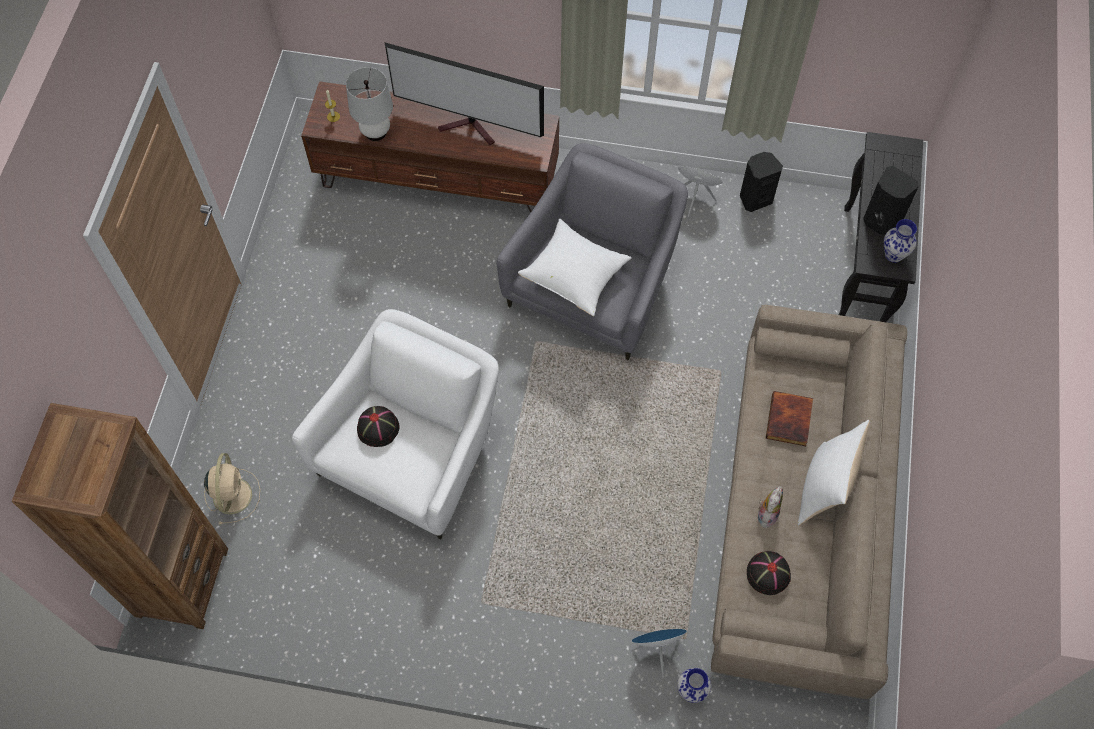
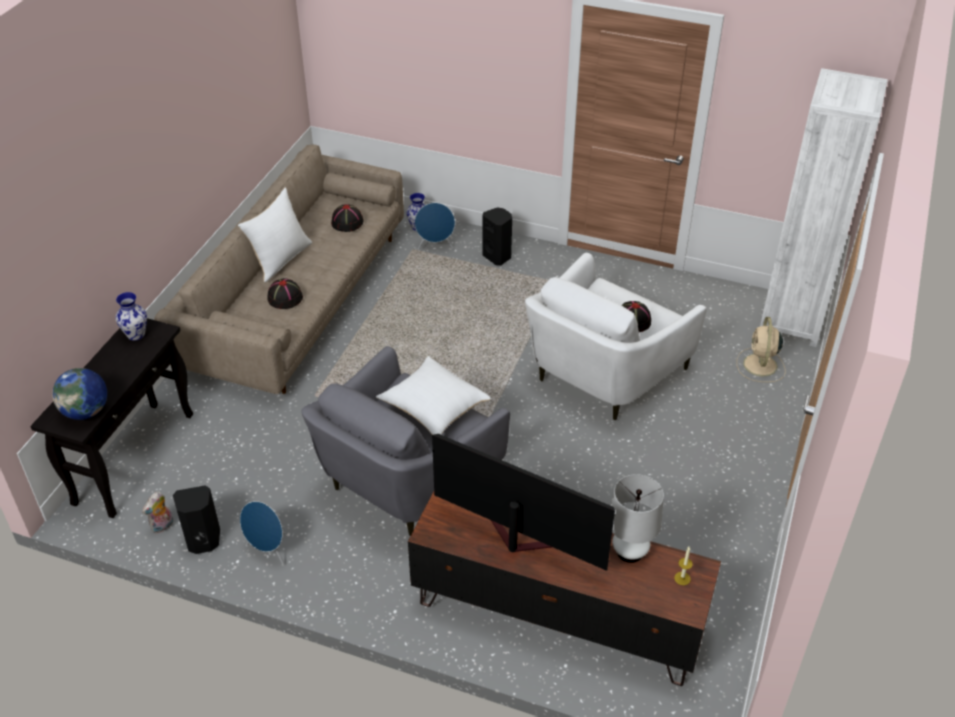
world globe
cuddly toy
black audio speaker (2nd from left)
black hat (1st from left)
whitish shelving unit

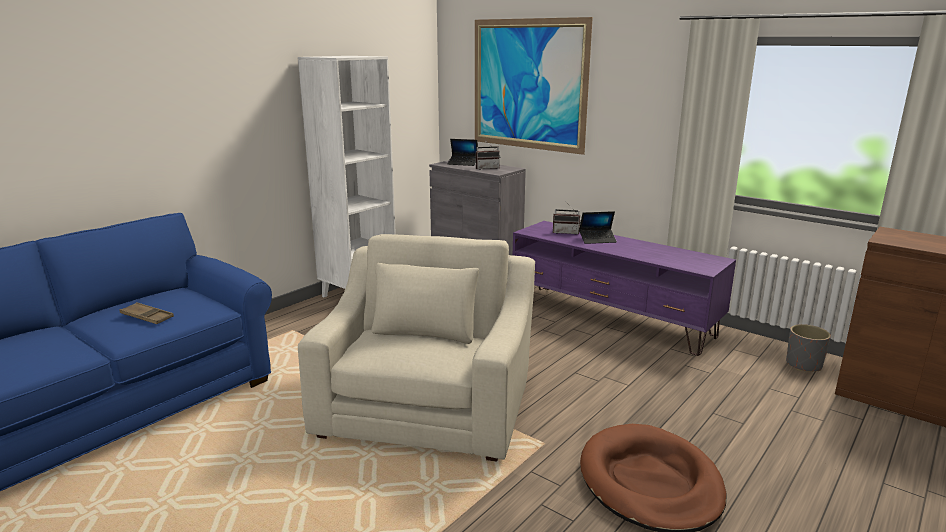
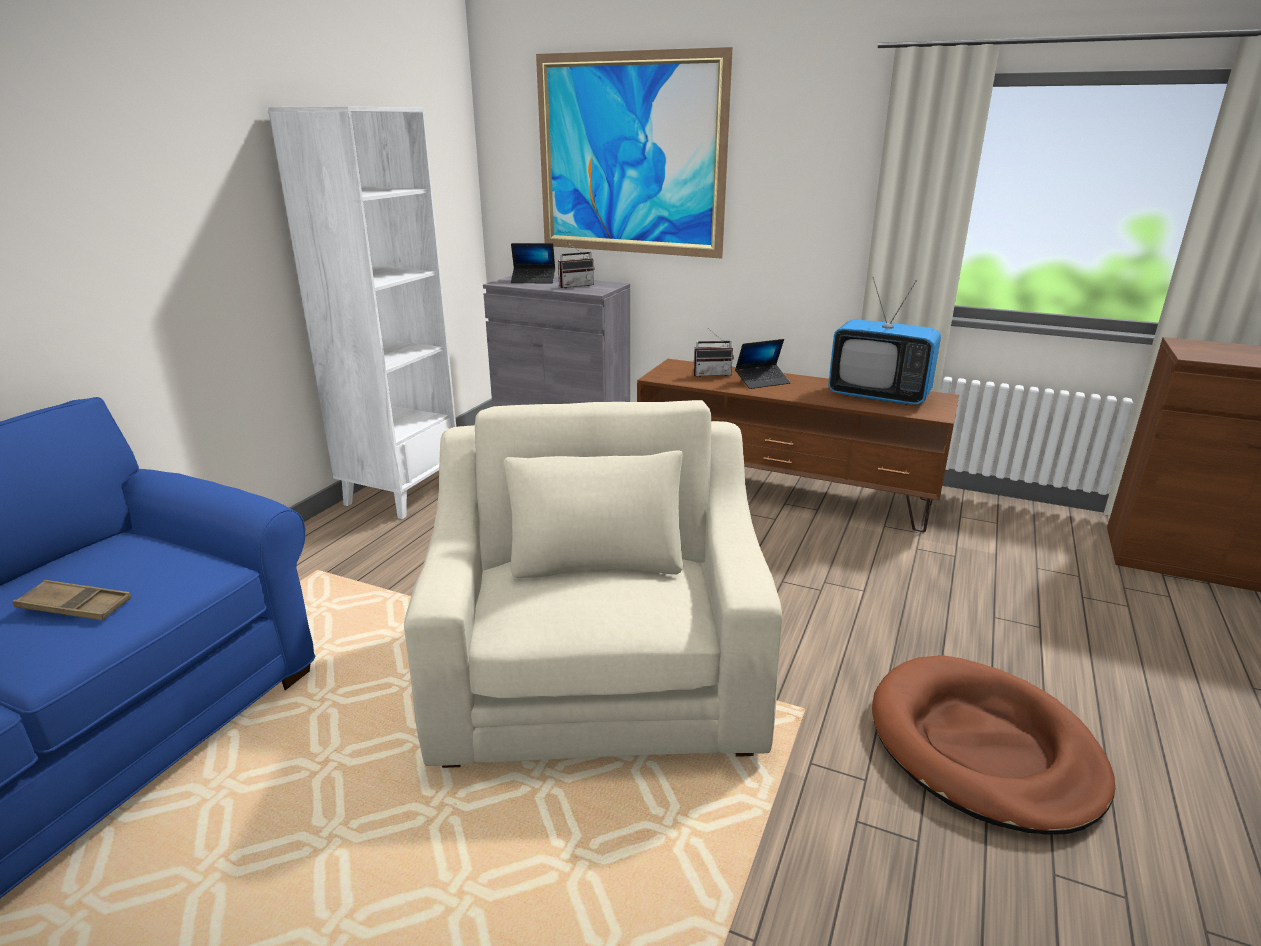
grey plant pot
TV set
brown-coloured media console

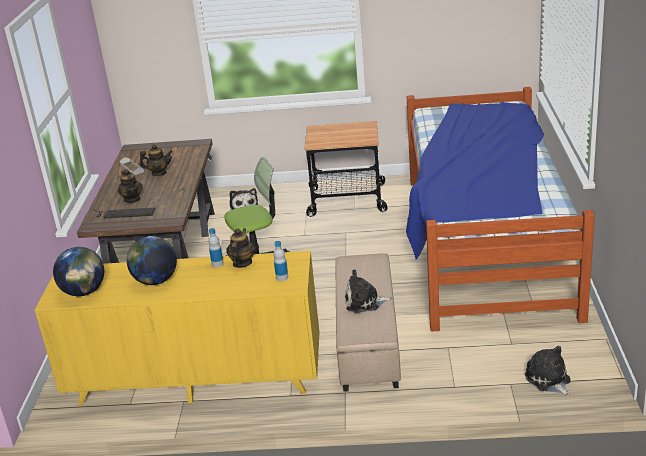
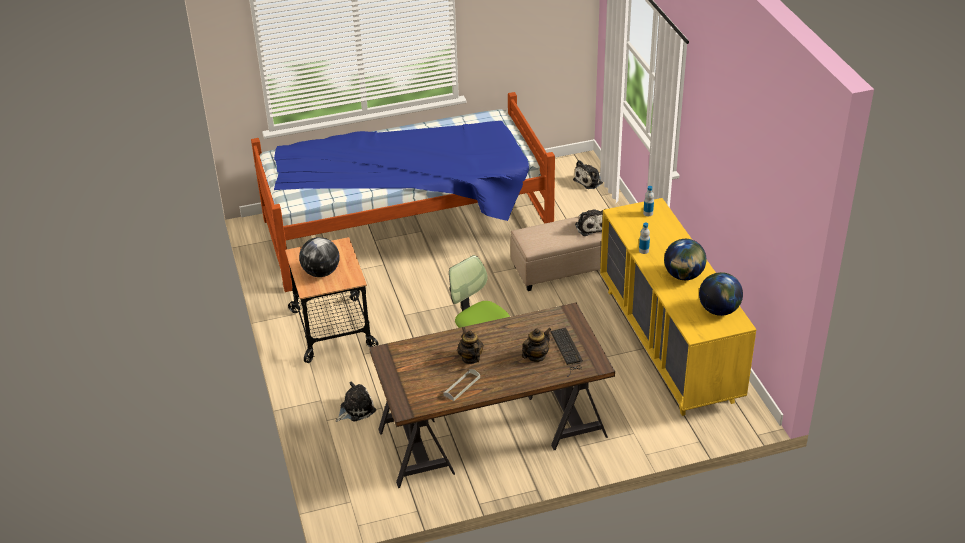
tea pot (3rd from left in the first image)
world globe (1st from left)

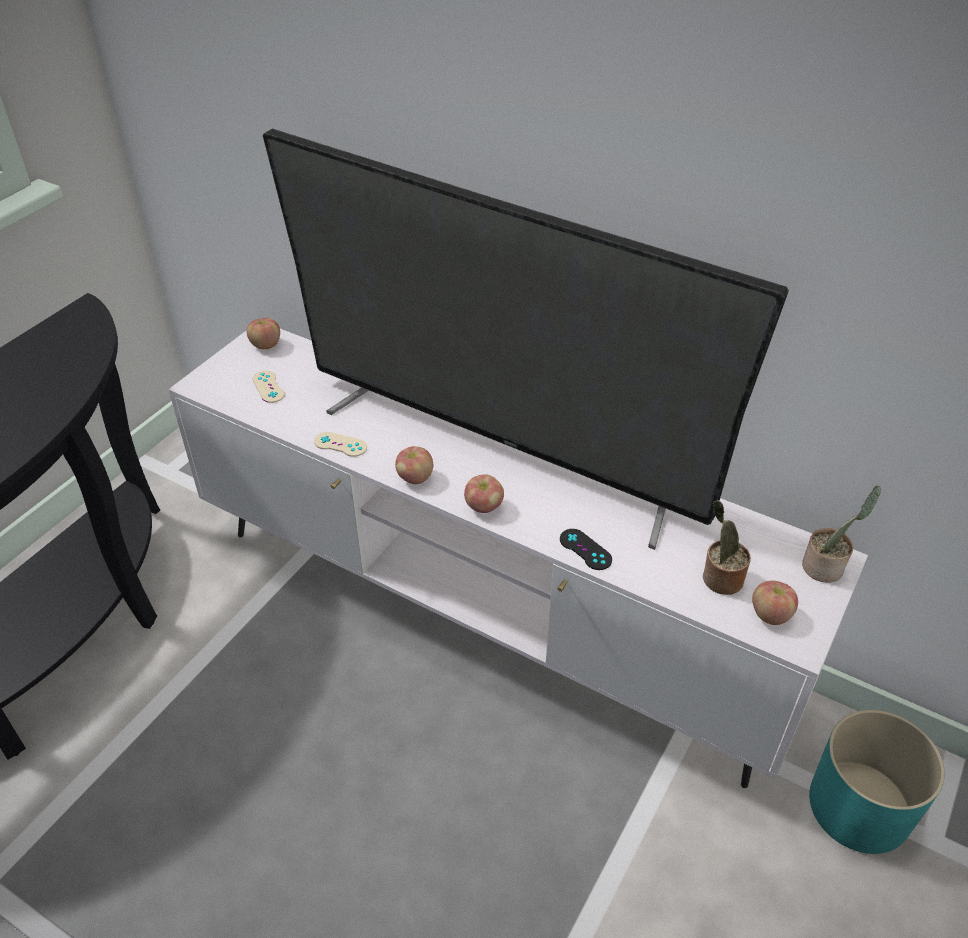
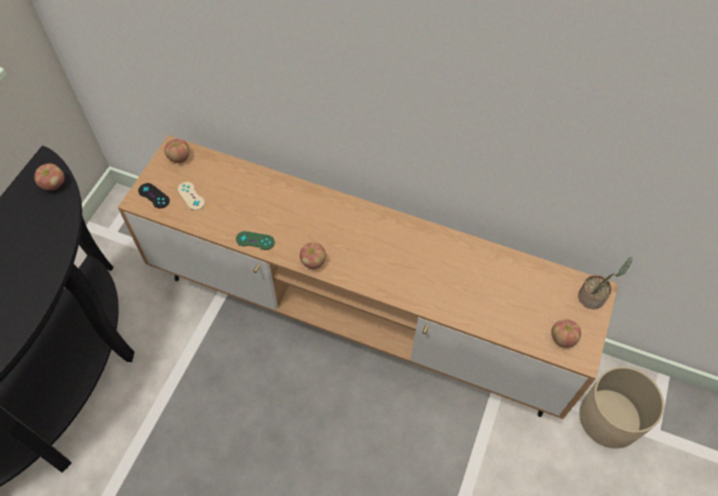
TV set
potted plant (1st from left in the first image)
apple (1st from left)
black joypad
brown-coloured media console
green-coloured joypad
beige-coloured plant pot

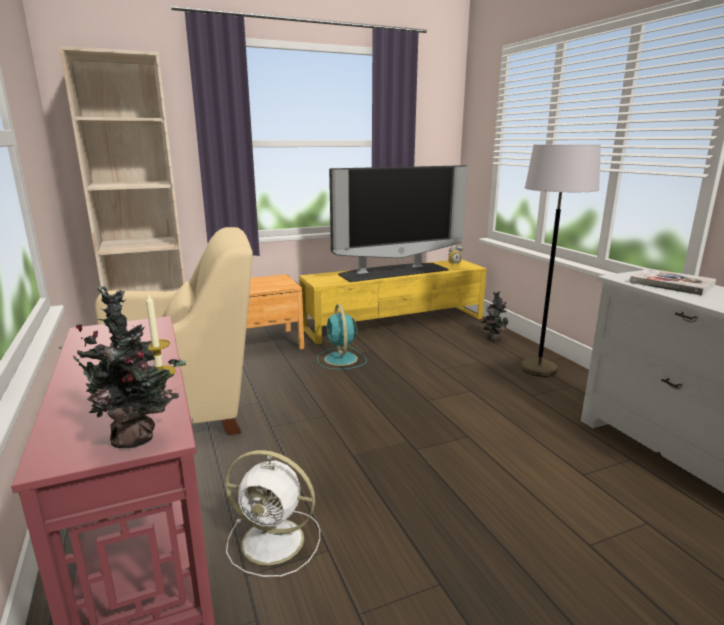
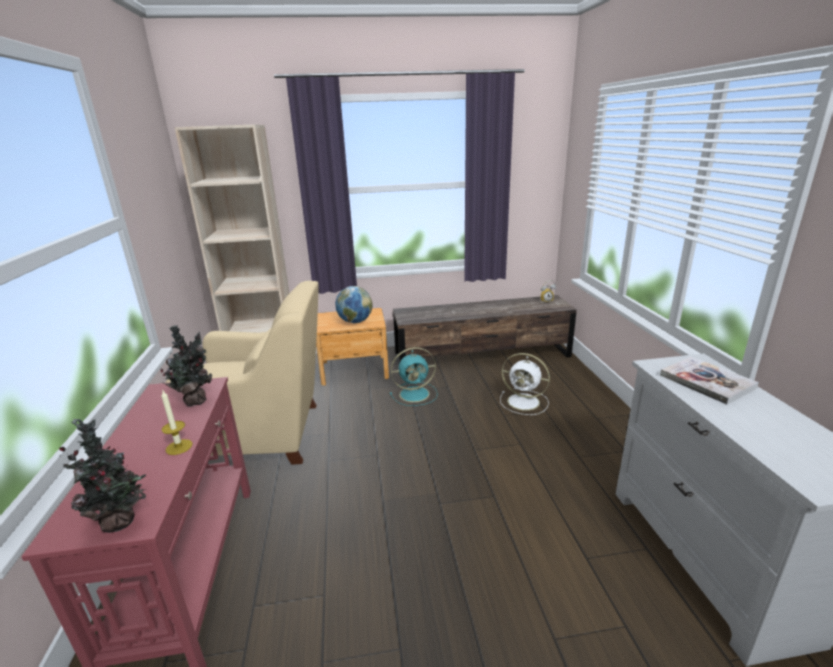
TV set
grey standing lamp
world globe
whitish electric fan
potted plant (2nd from left)
brown-coloured media console
blue-green electric fan

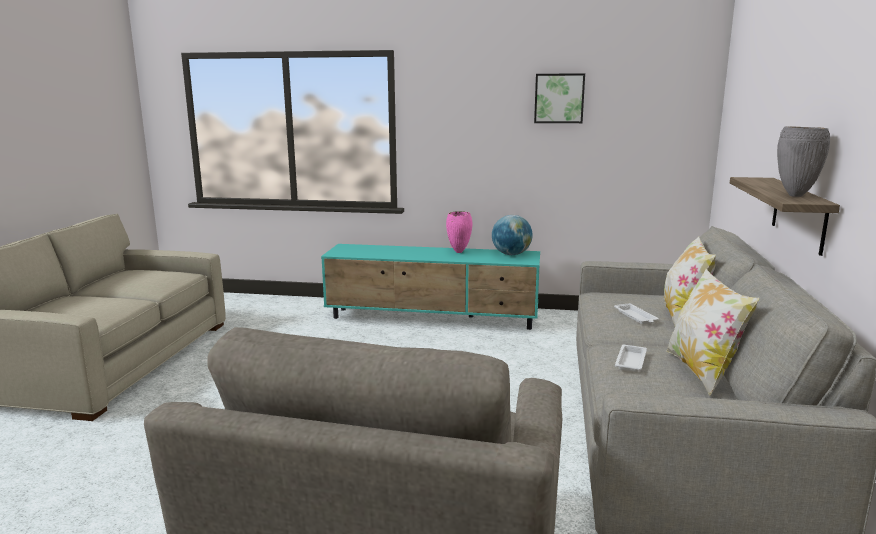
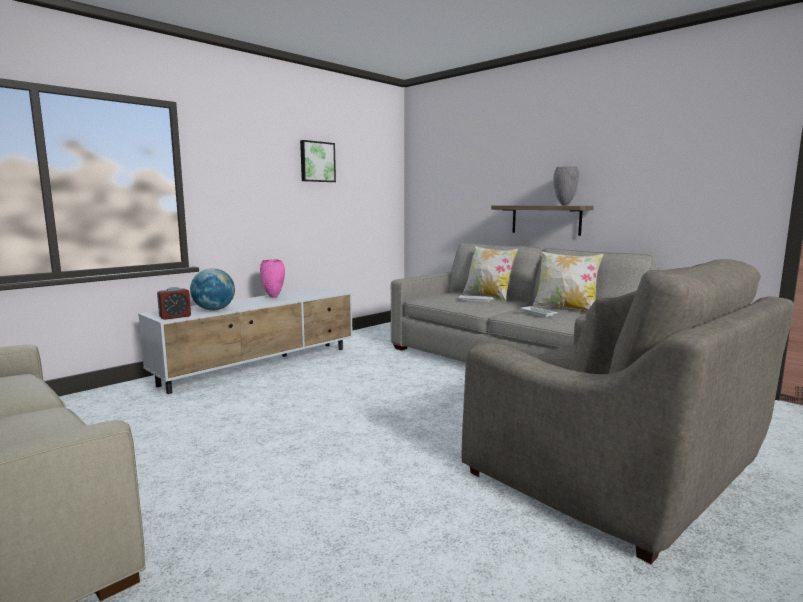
alarm clock
world globe
whitish media console

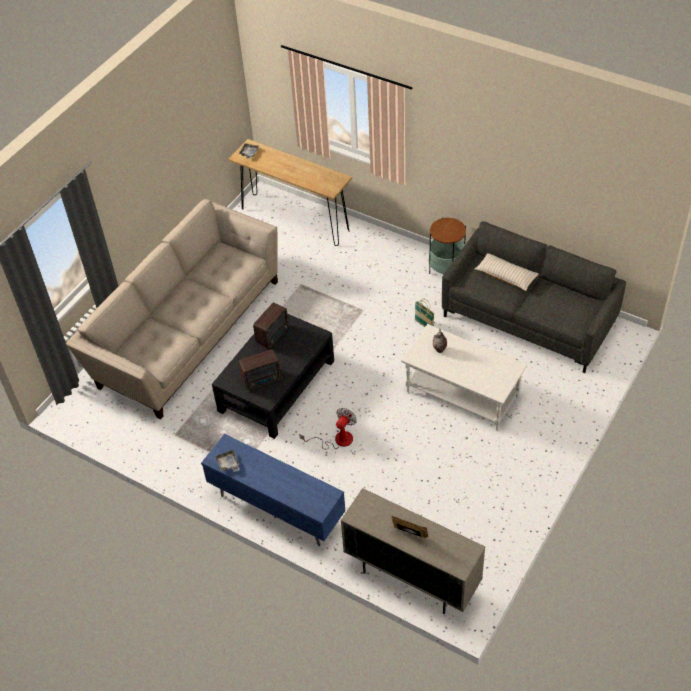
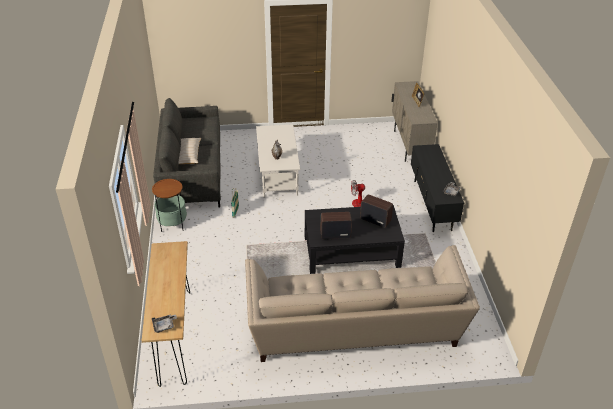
black media console

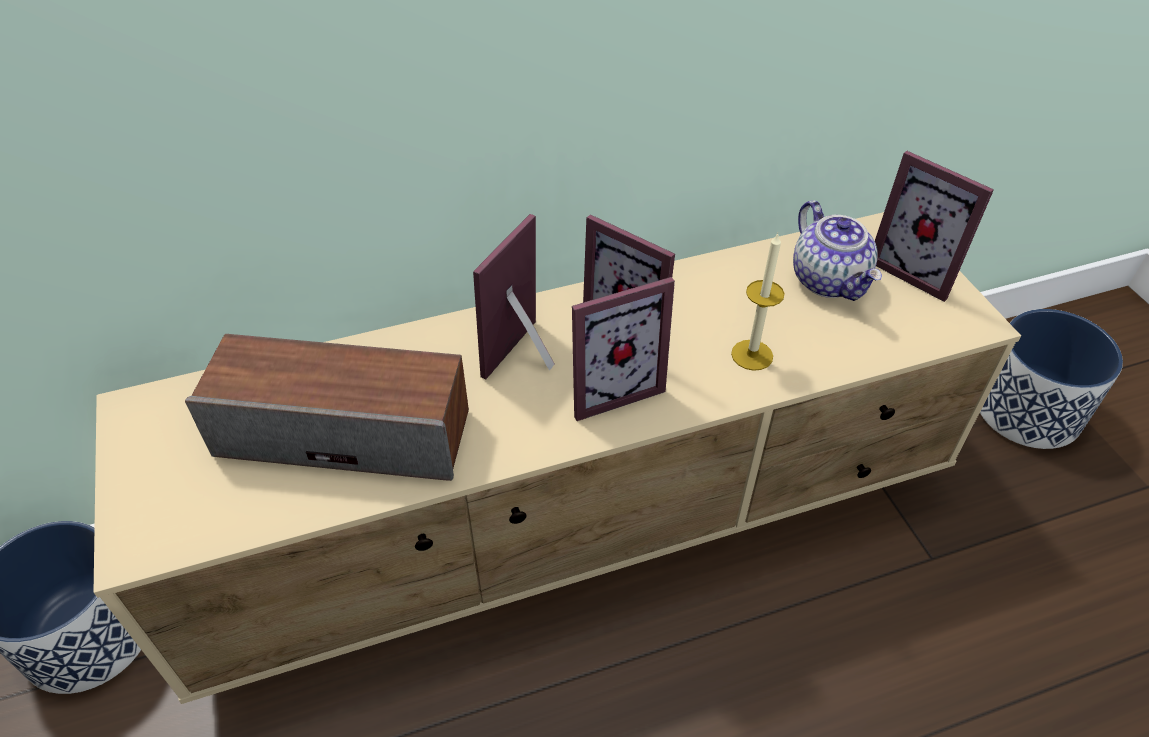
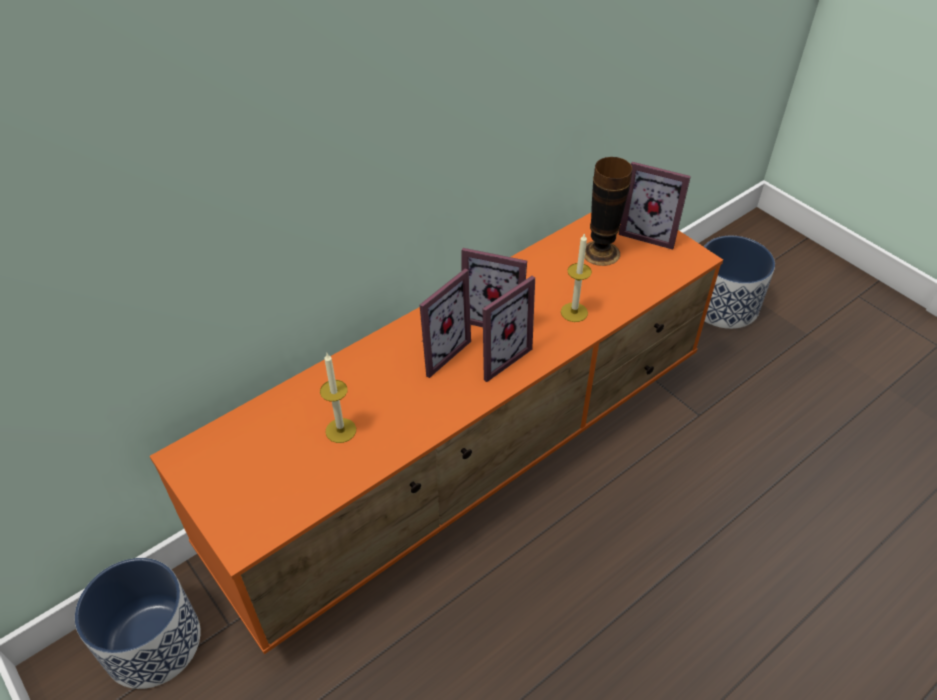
candle (1st from left)
vase
orange media console
photo frame (1st from left)

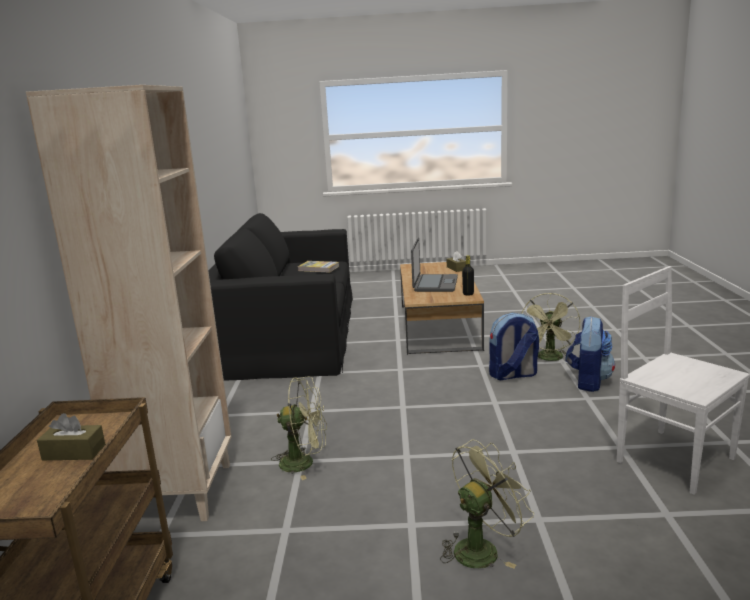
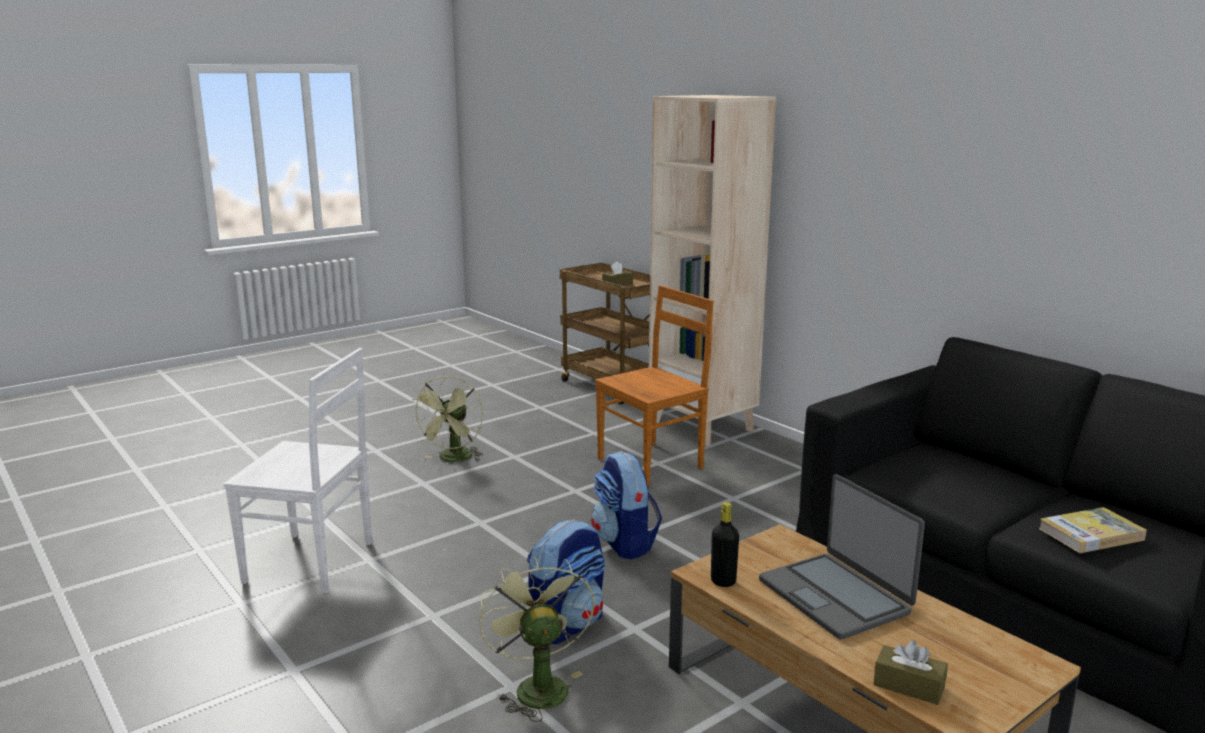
rucksack (2nd from left)
brown-coloured chair

